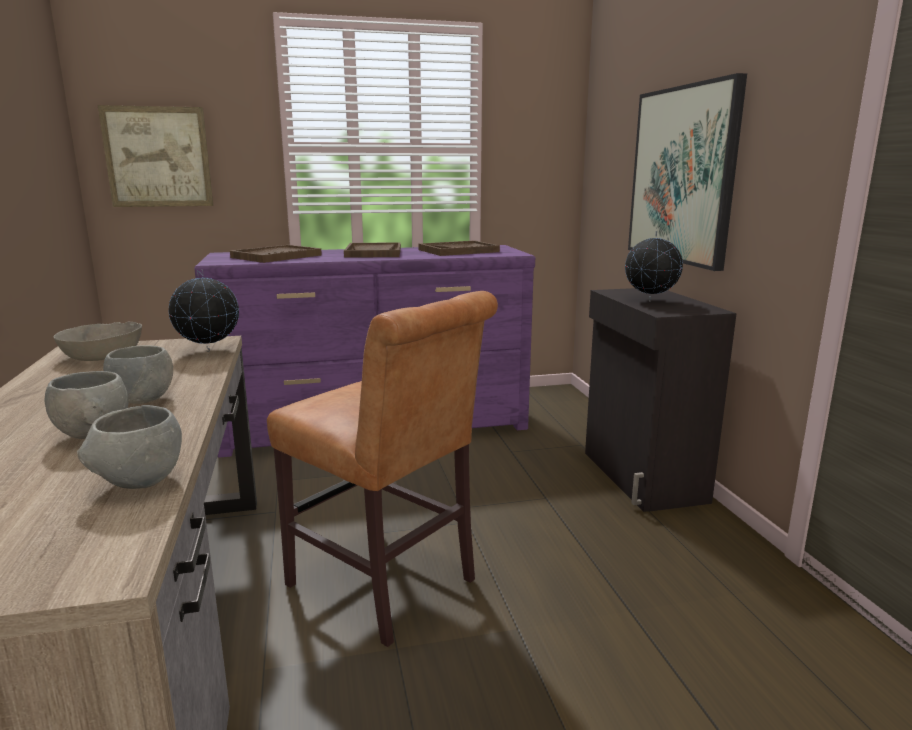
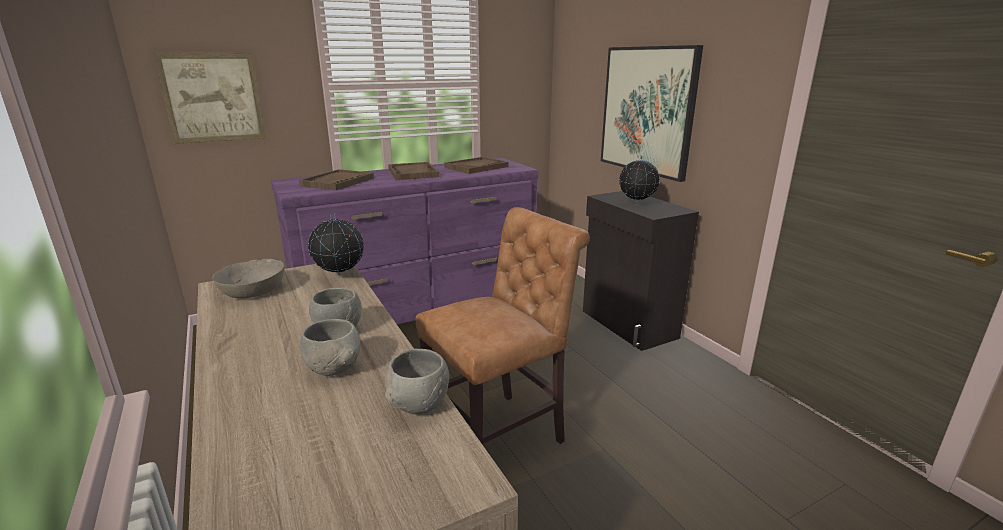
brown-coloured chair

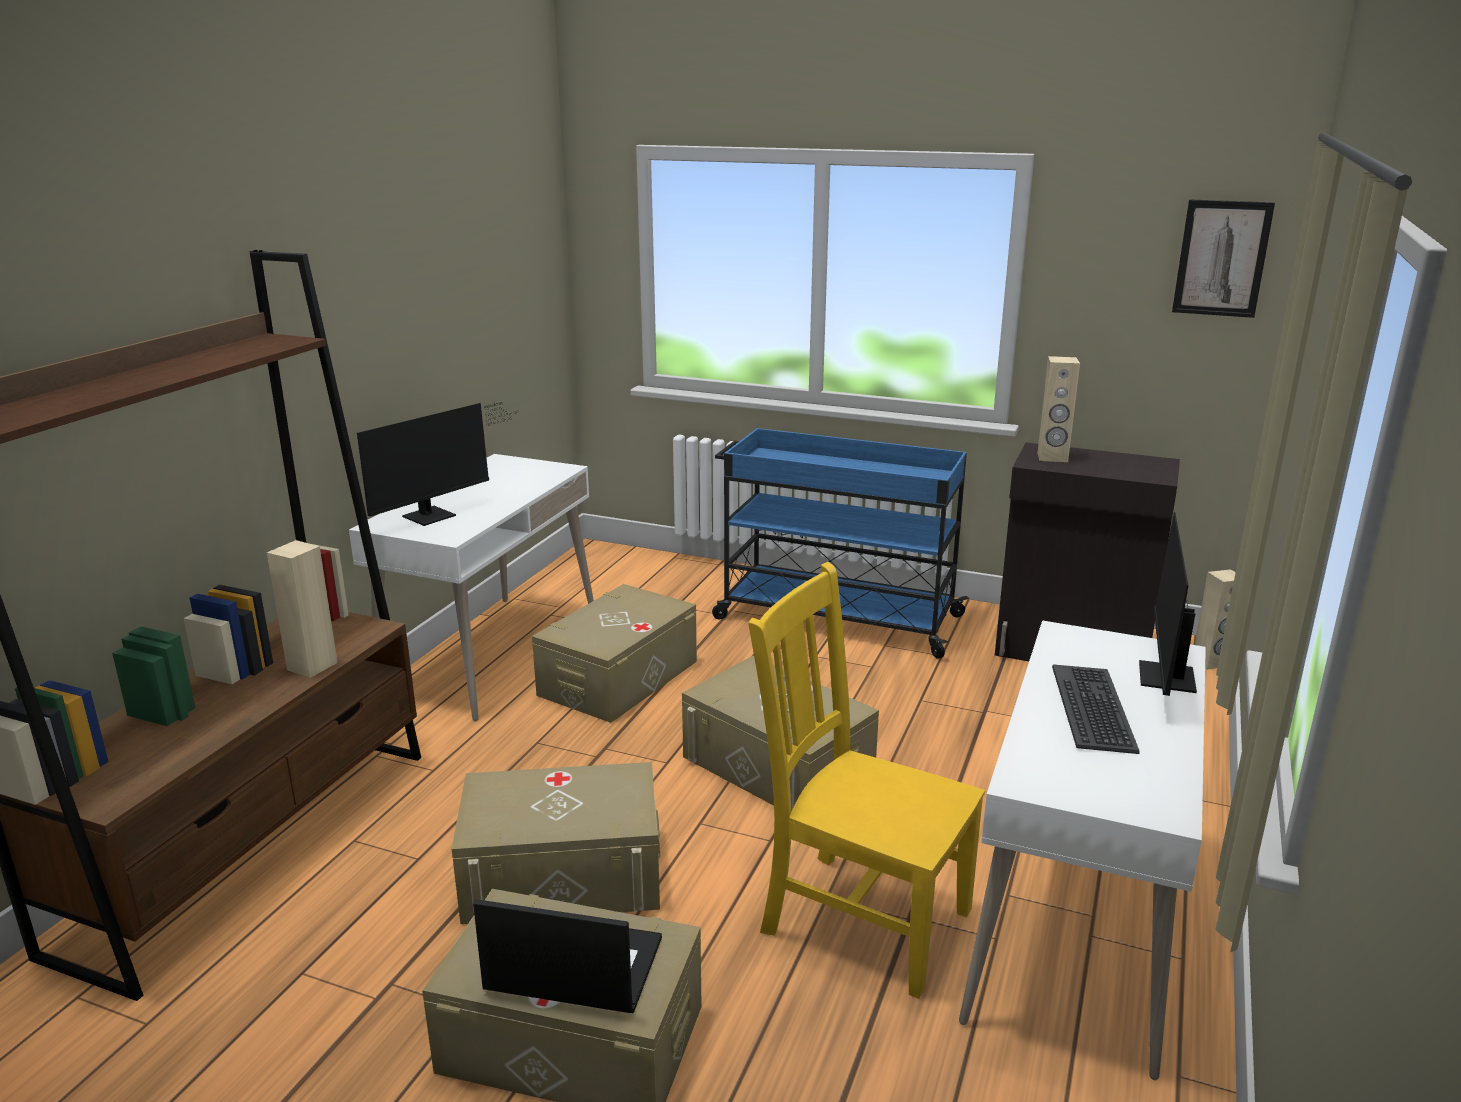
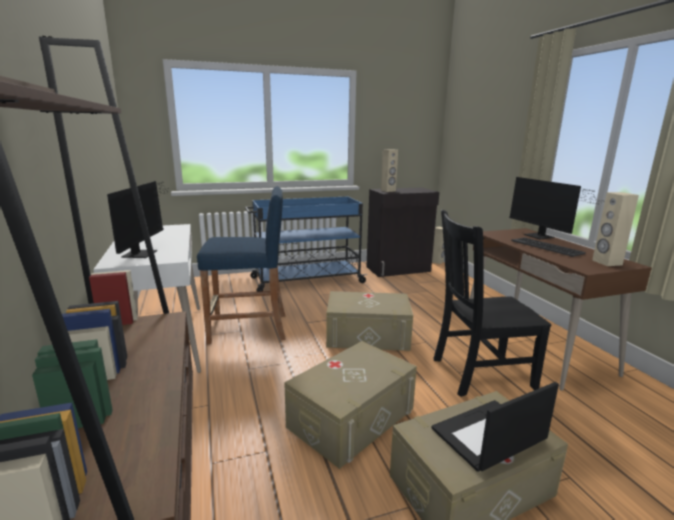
wall picture
beige-coloured audio speaker (3rd from left)
blue-coloured stool seat
black chair
brown-coloured desk

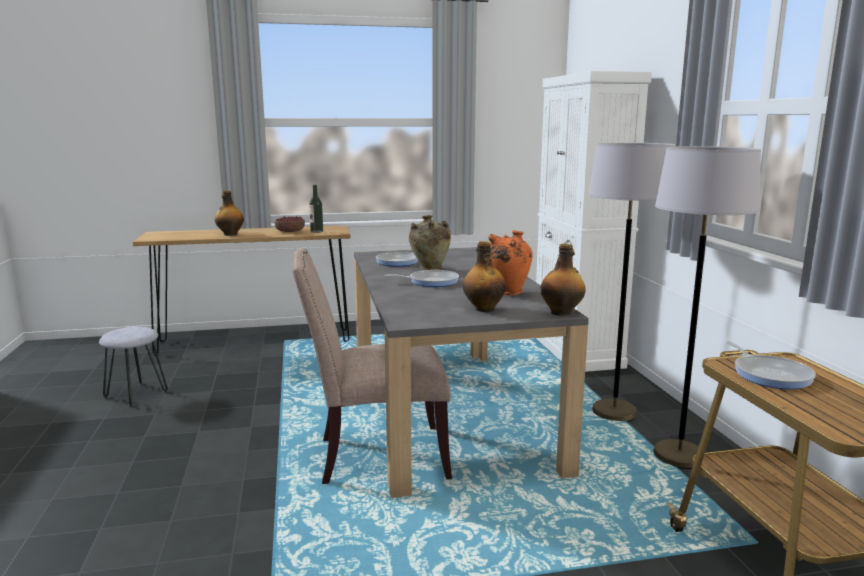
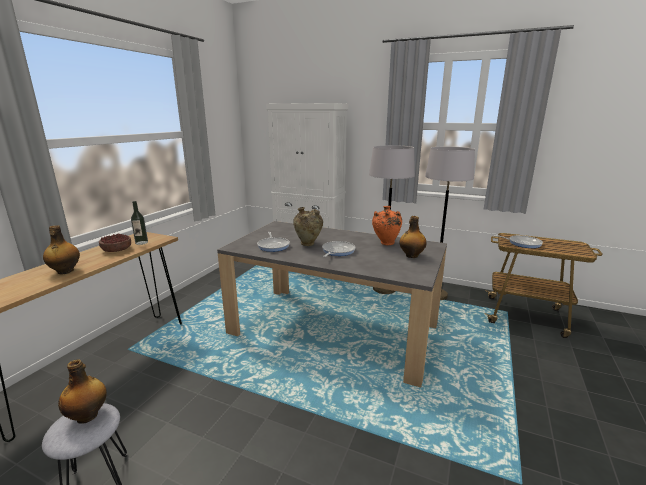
beige-coloured chair
drink bottle (2nd from left)

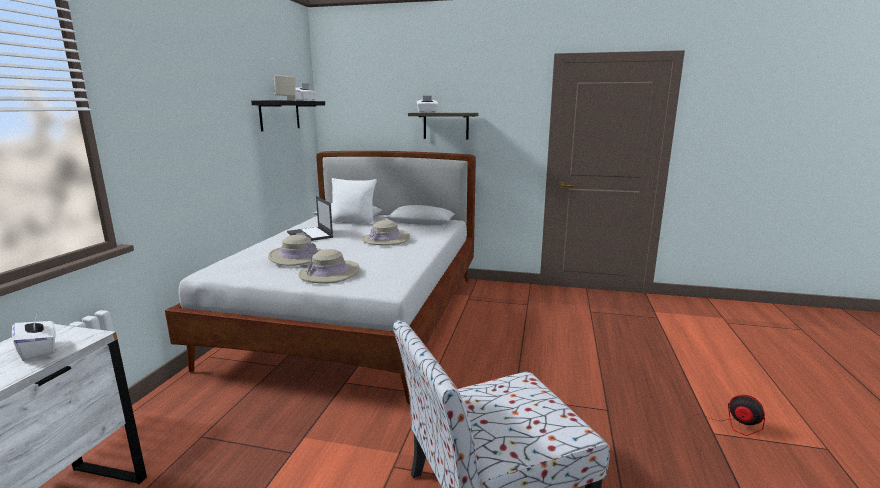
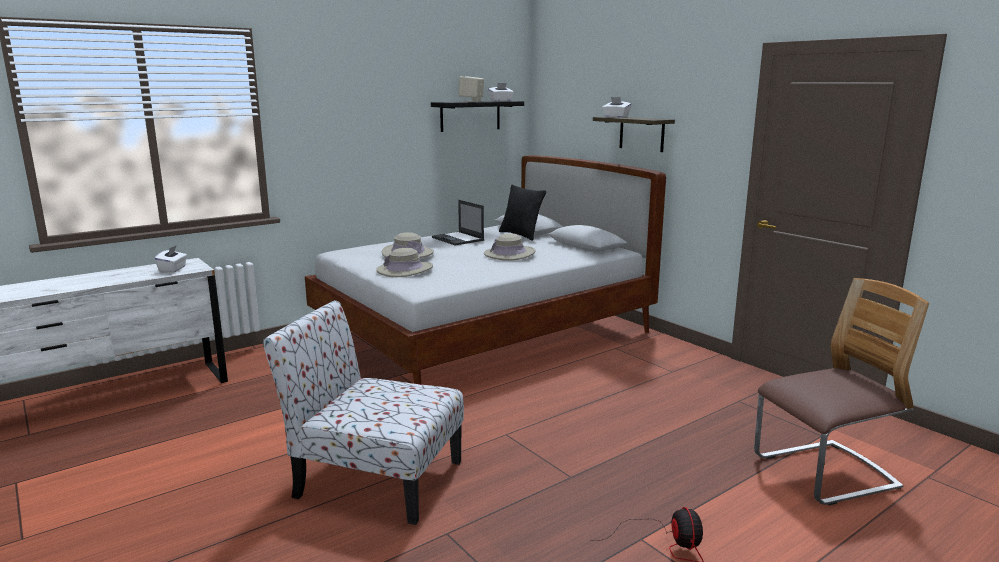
chair (2nd from left)
black throw pillow
portable computer

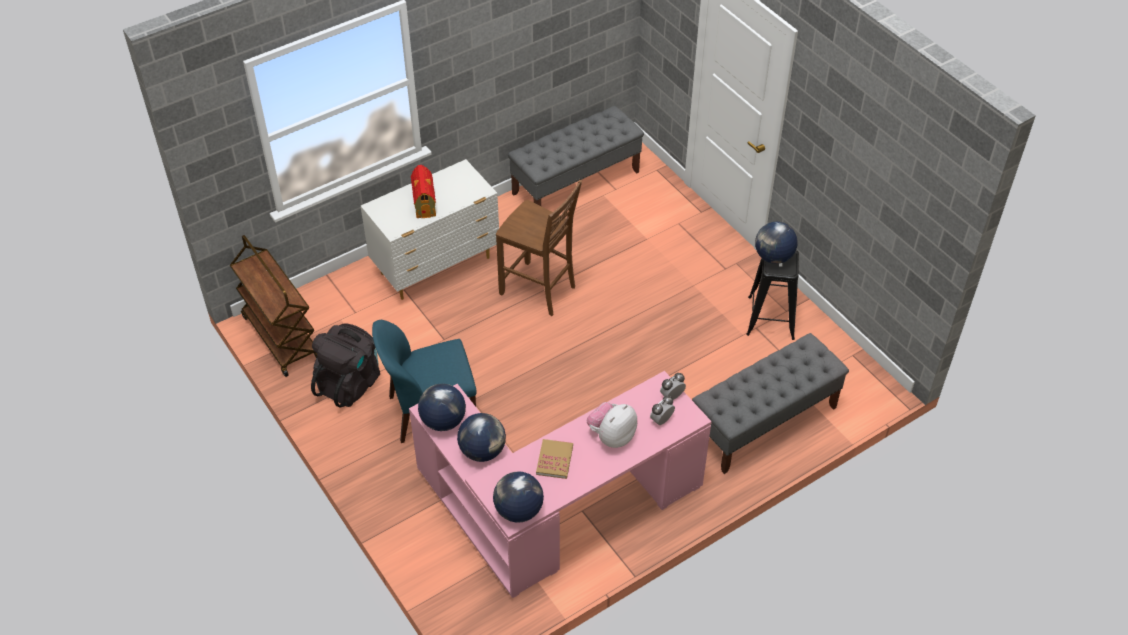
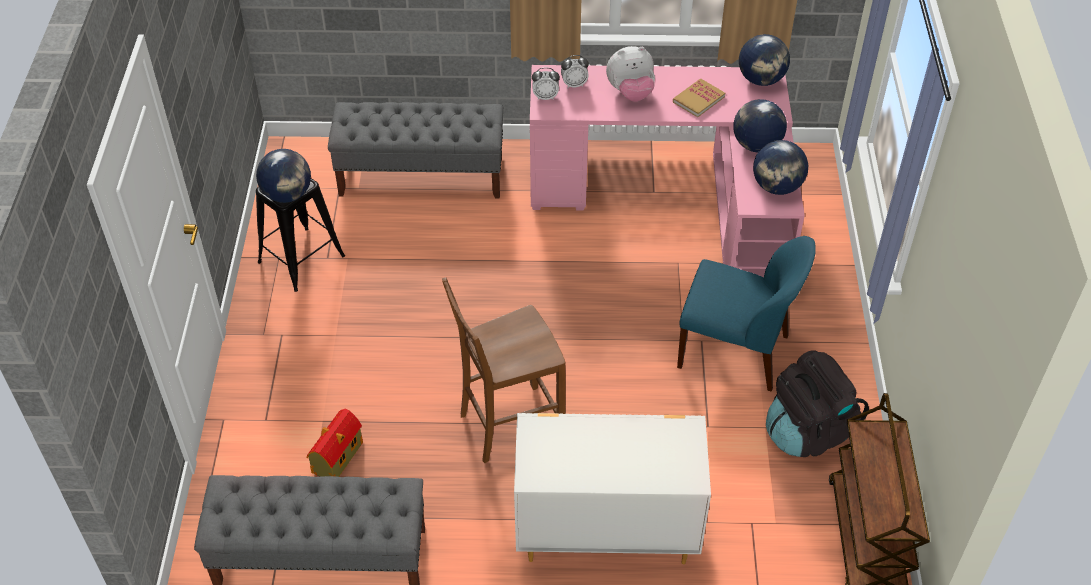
model house
brown-coloured chair

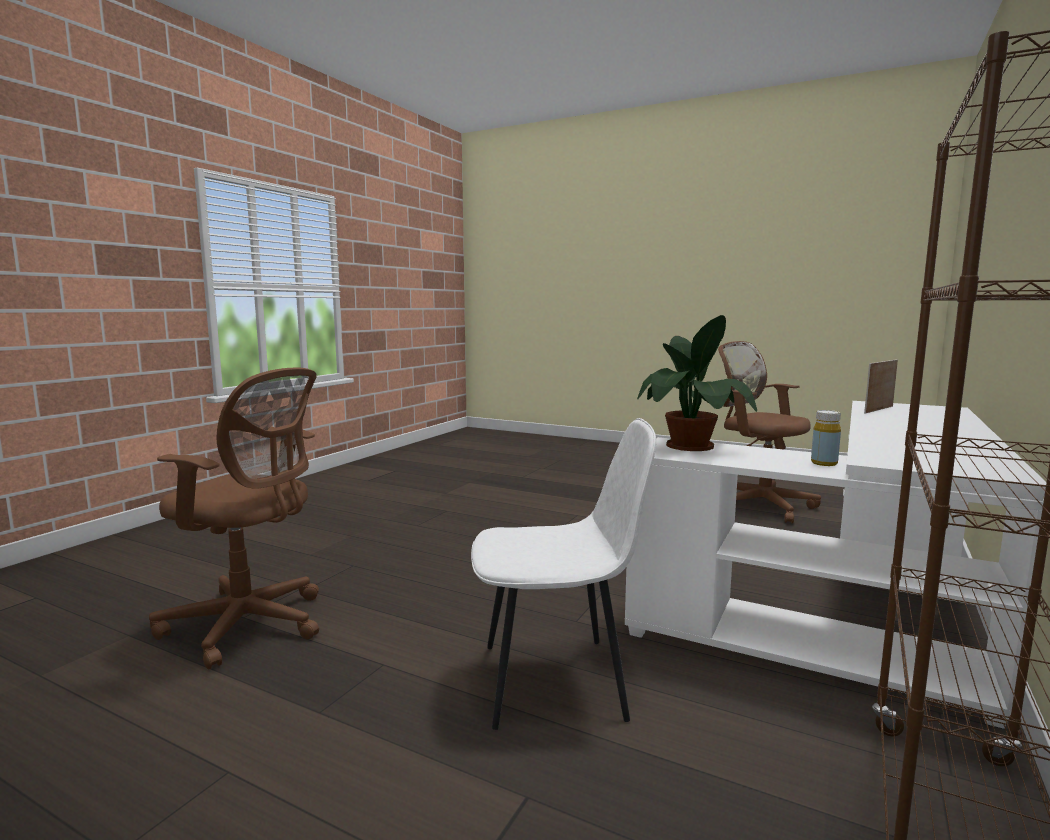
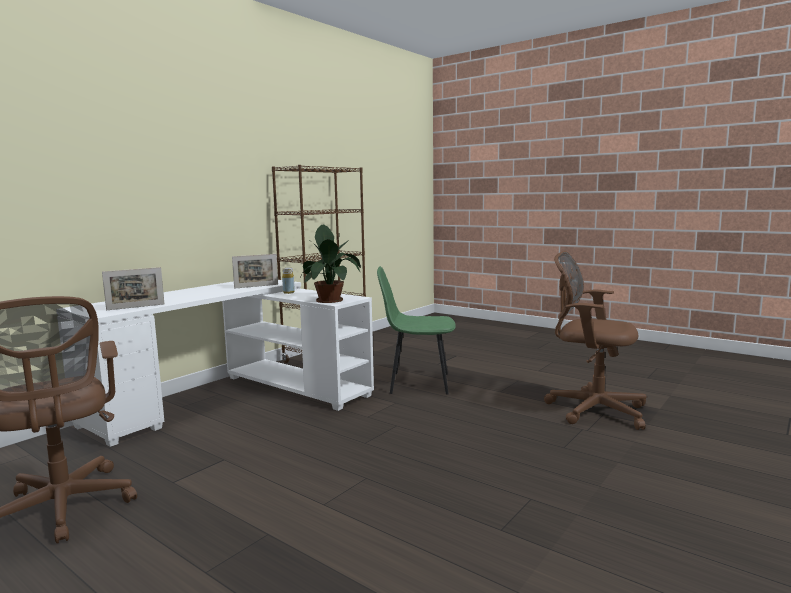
photo frame (2nd from left)
green-coloured chair

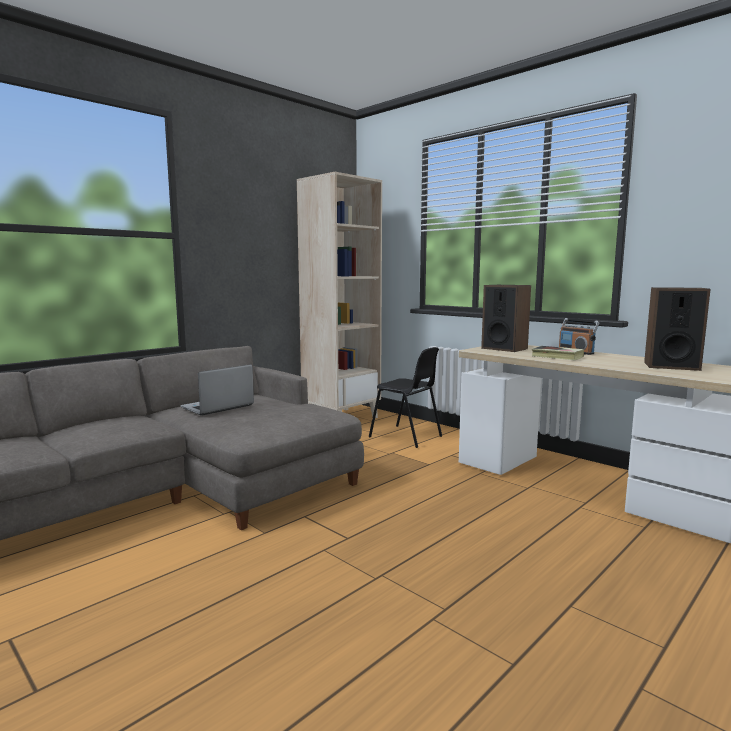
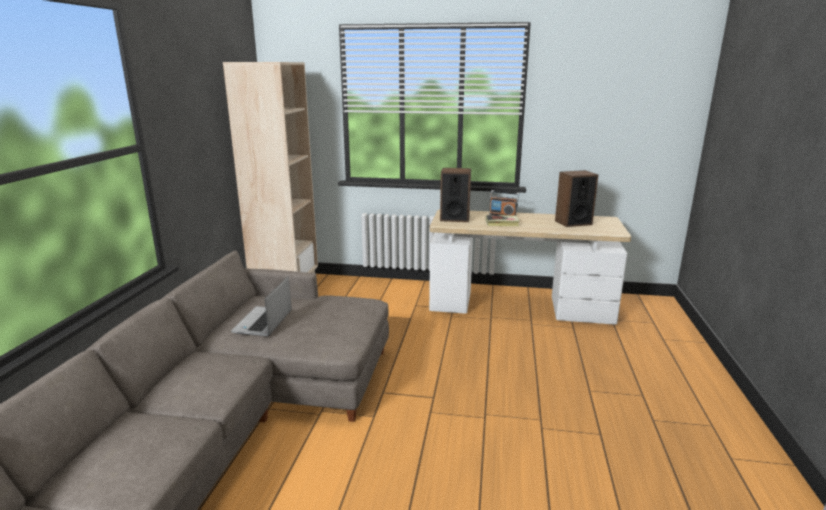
black chair

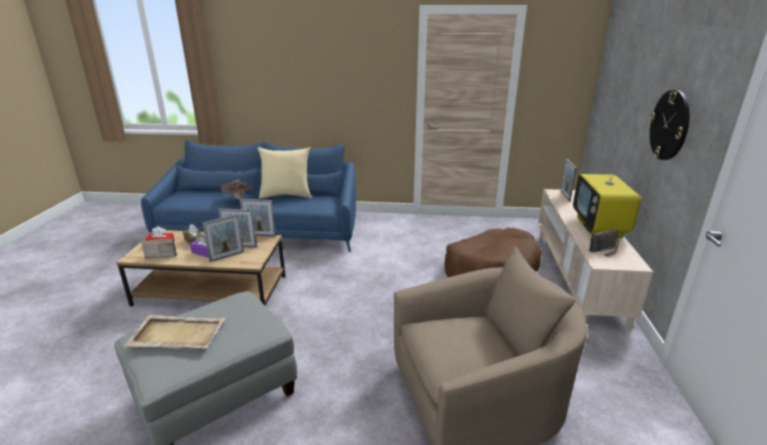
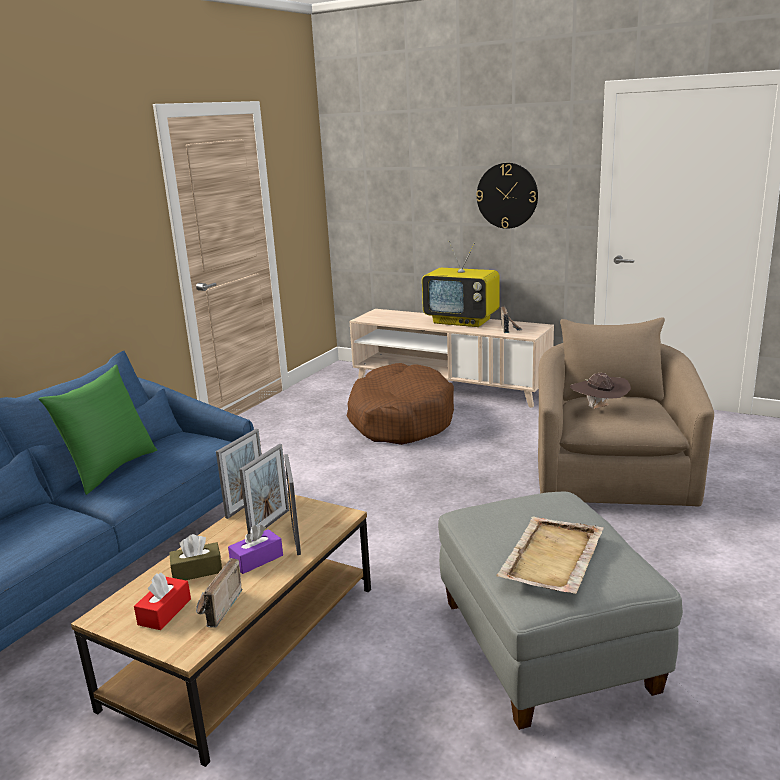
photo frame (4th from left in the first image)
brown-coloured hat
green-coloured throw pillow

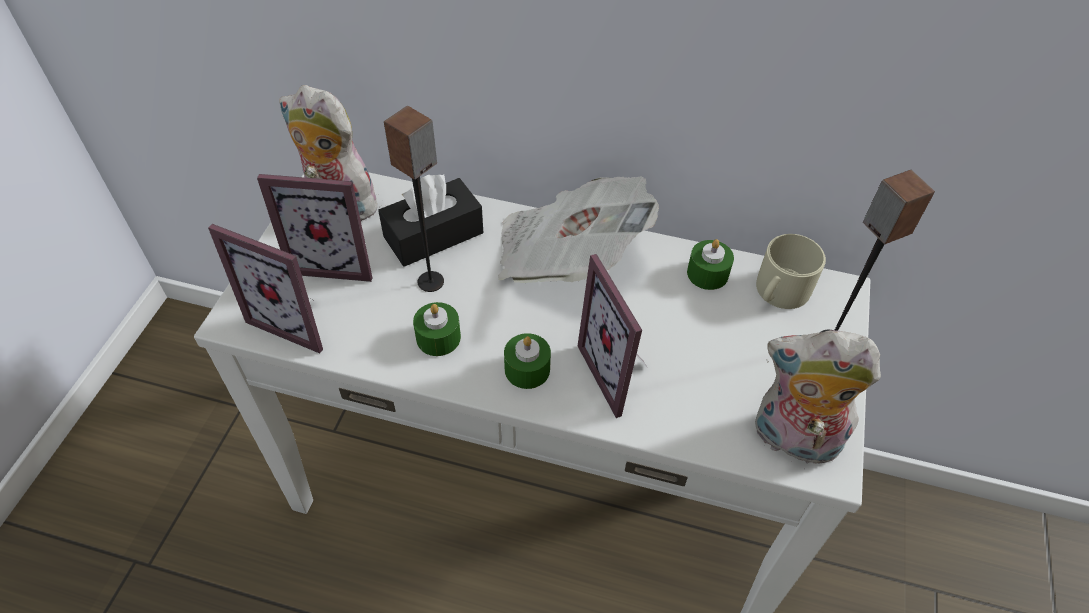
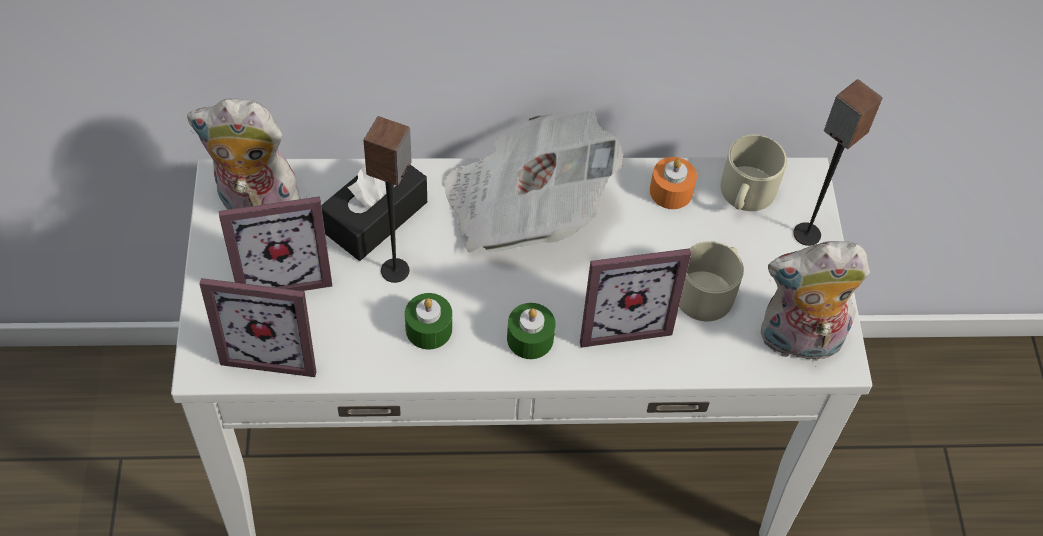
beige-coloured mug (1st from left)
orange candle
photo frame (3rd from left)

